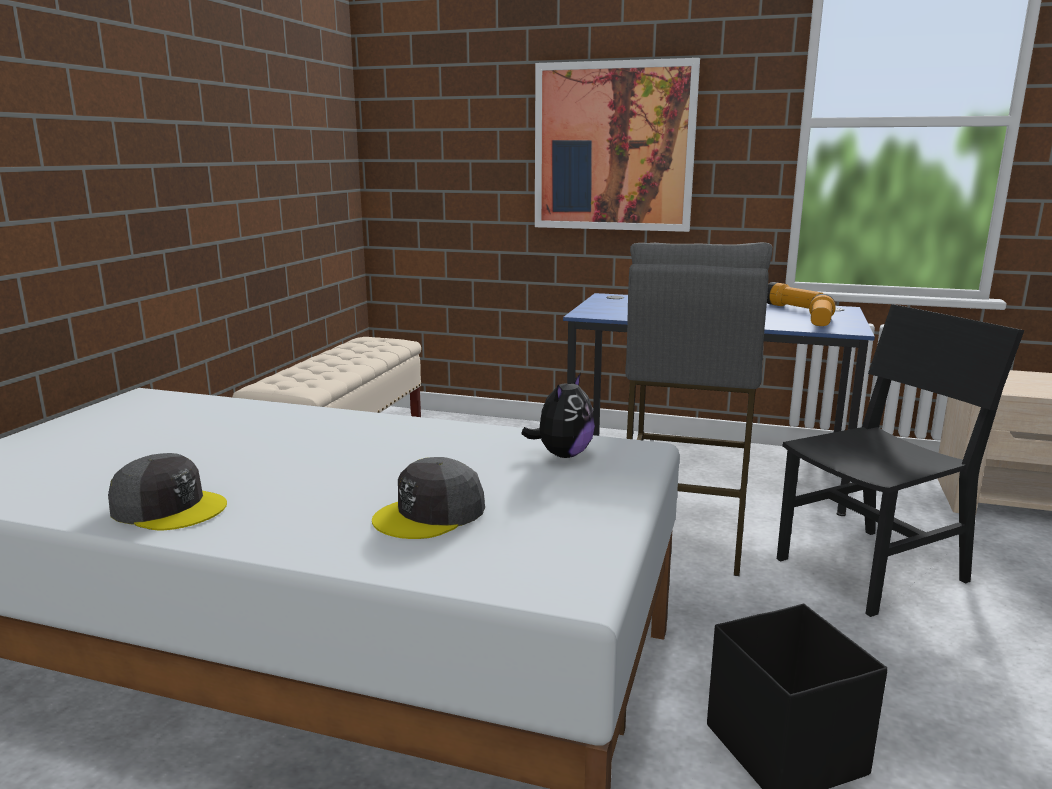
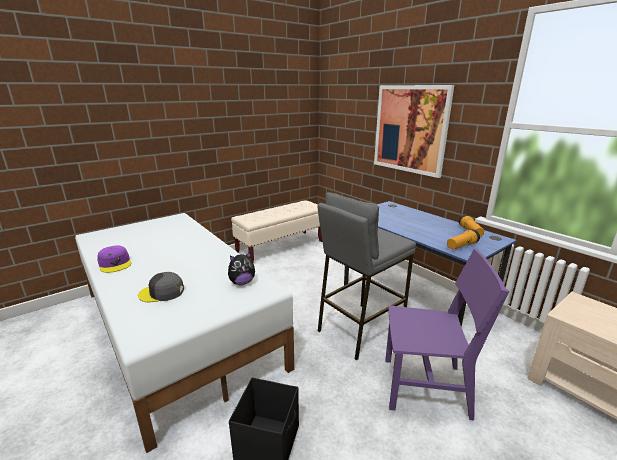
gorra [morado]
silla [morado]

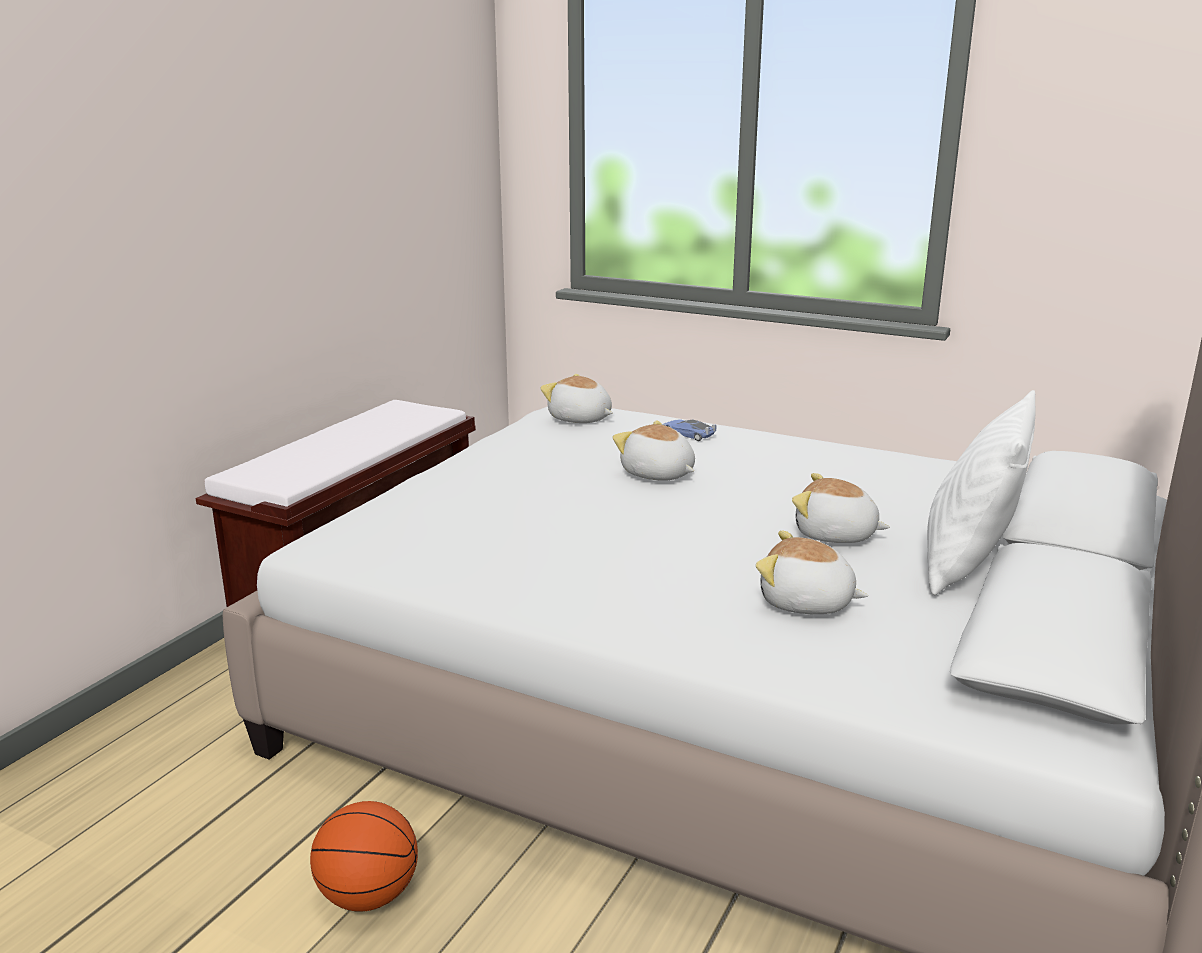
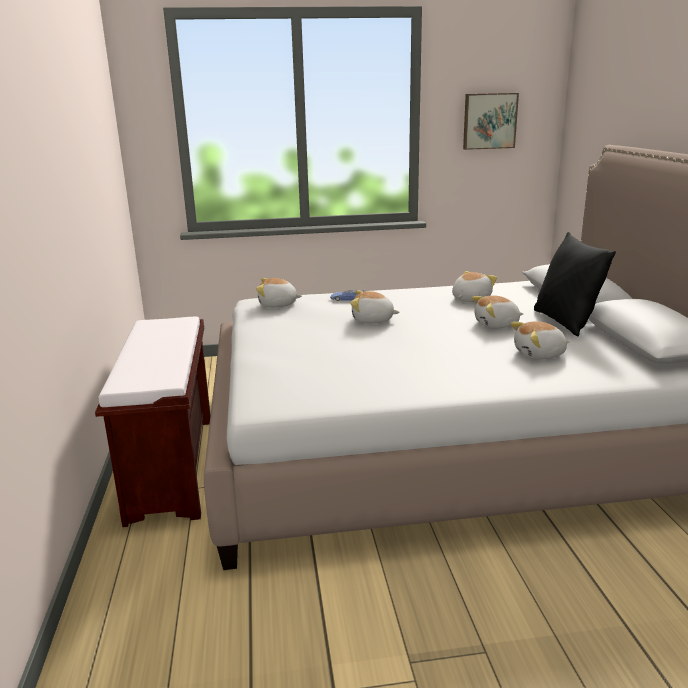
peluche (no. 3 from left)
cuadro
cojín [negro]
balón de baloncesto

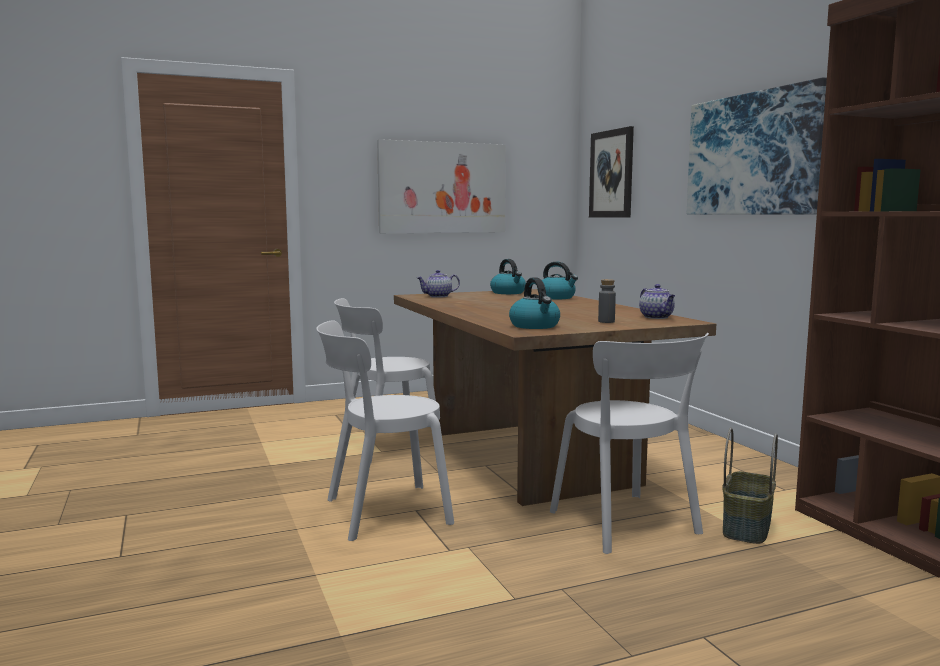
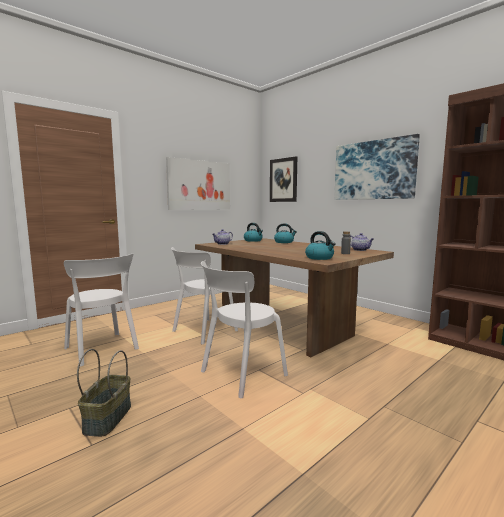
silla [blanco] (no. 1 from left)
cesta

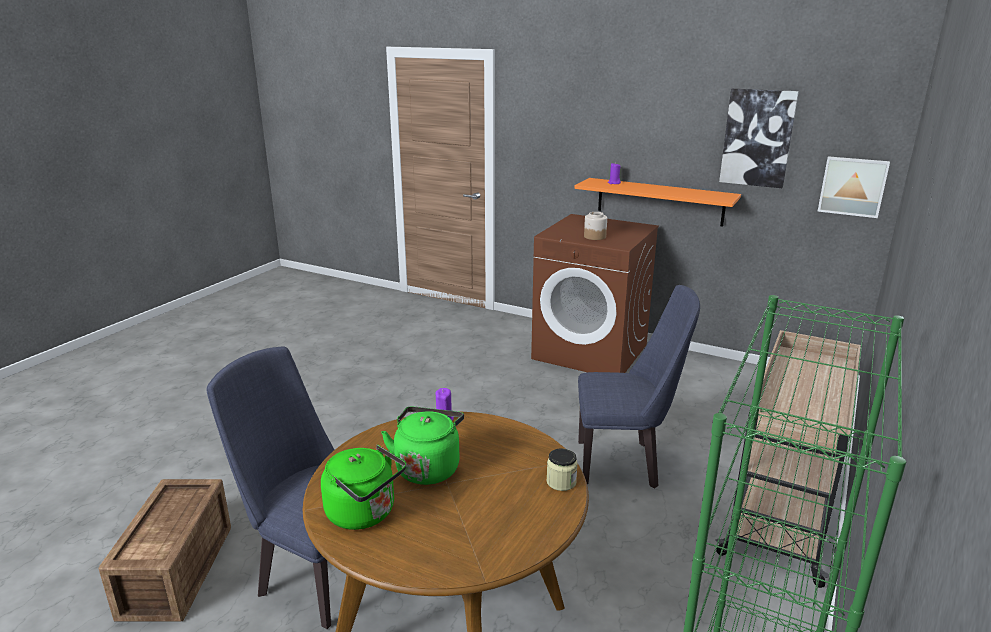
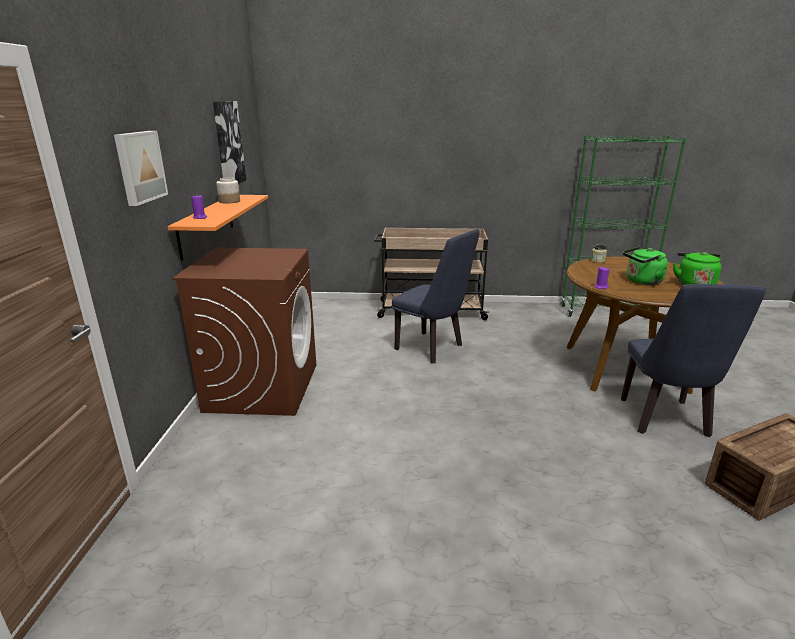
cuadro (no. 1 from left)
tarro (no. 1 from left)
silla [azul] (no. 1 from left)

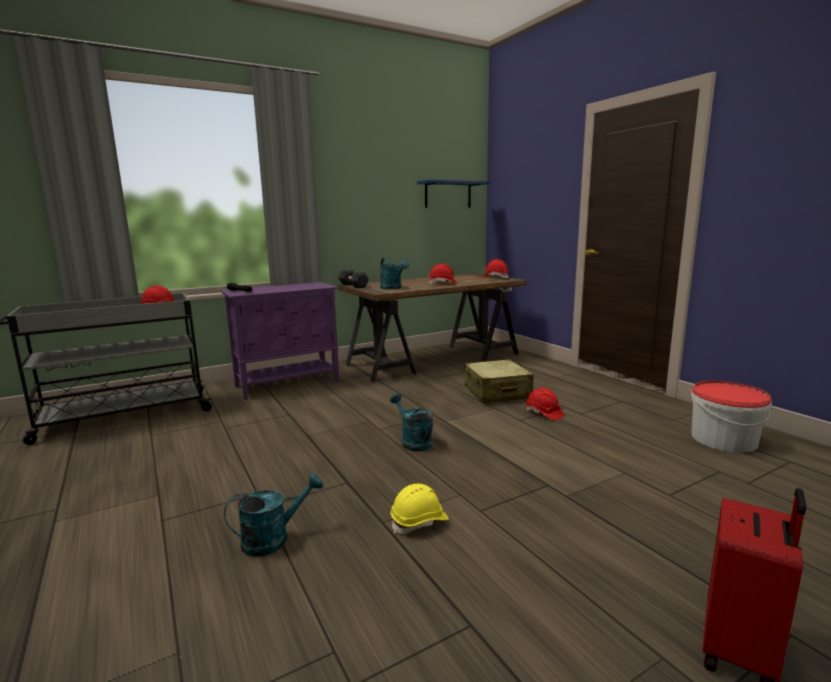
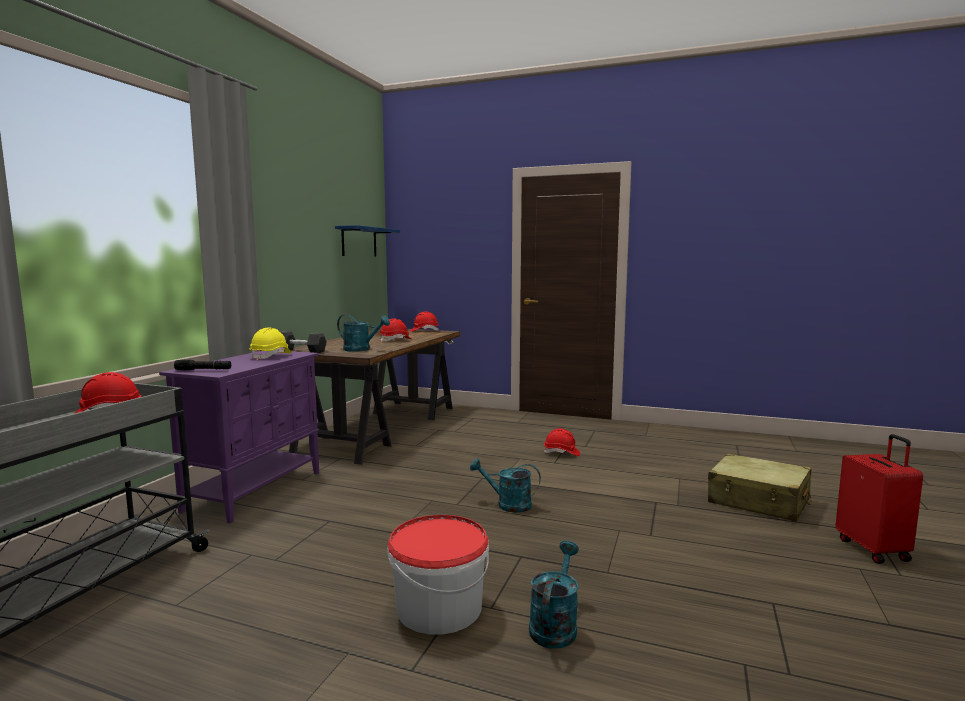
casco [amarillo]
cubo
maleta [beis]

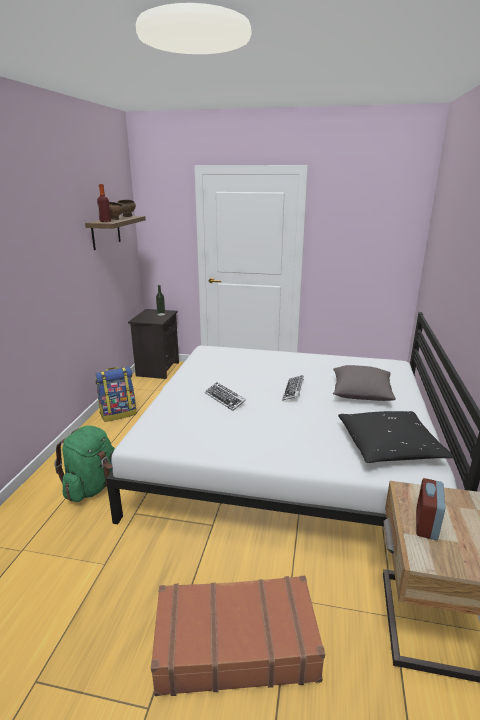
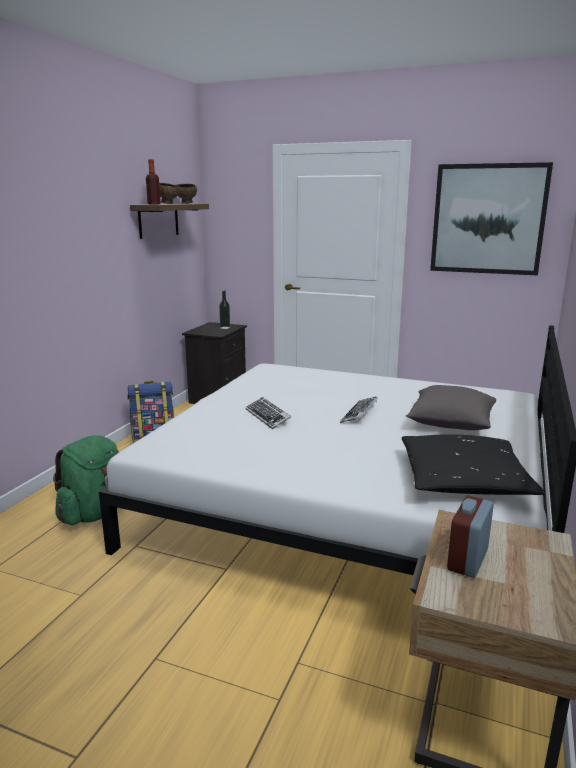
cuadro
maleta [marrón]

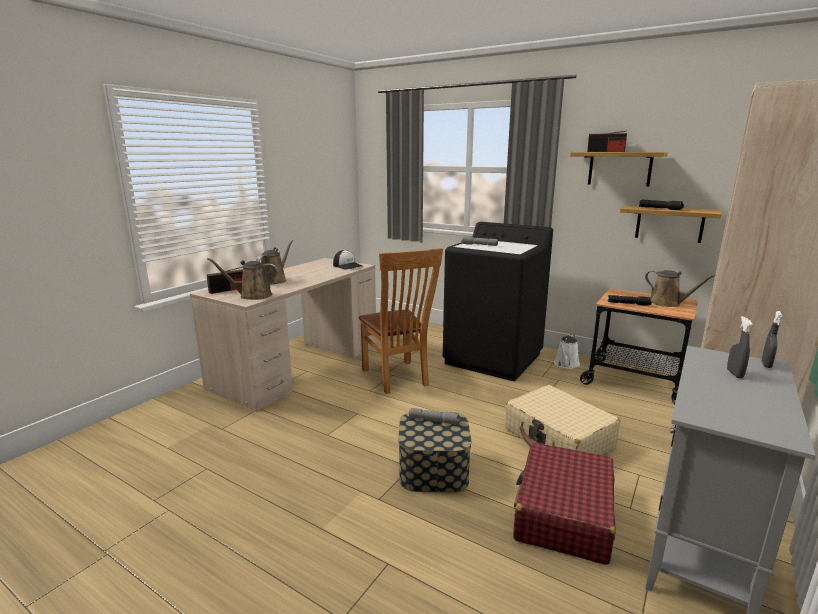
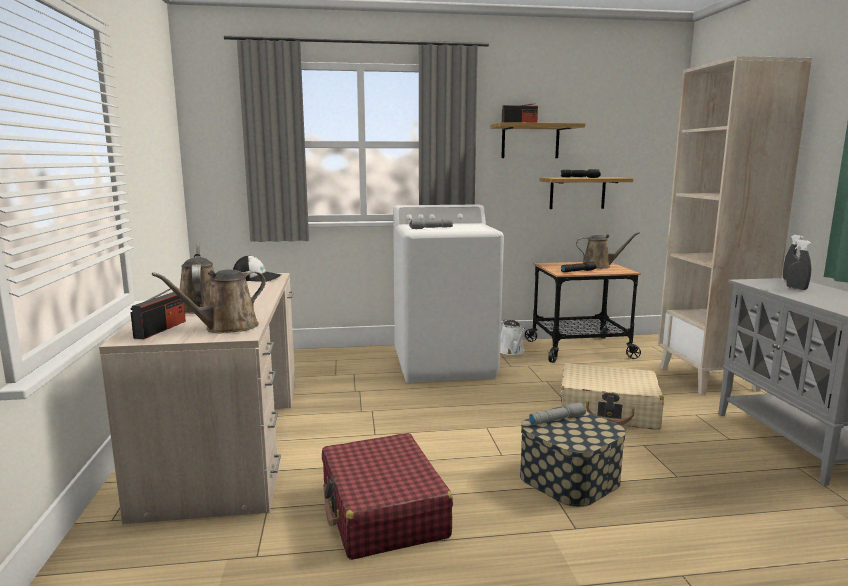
maleta [rojo]
lavadora [blanco]
silla [marrón]

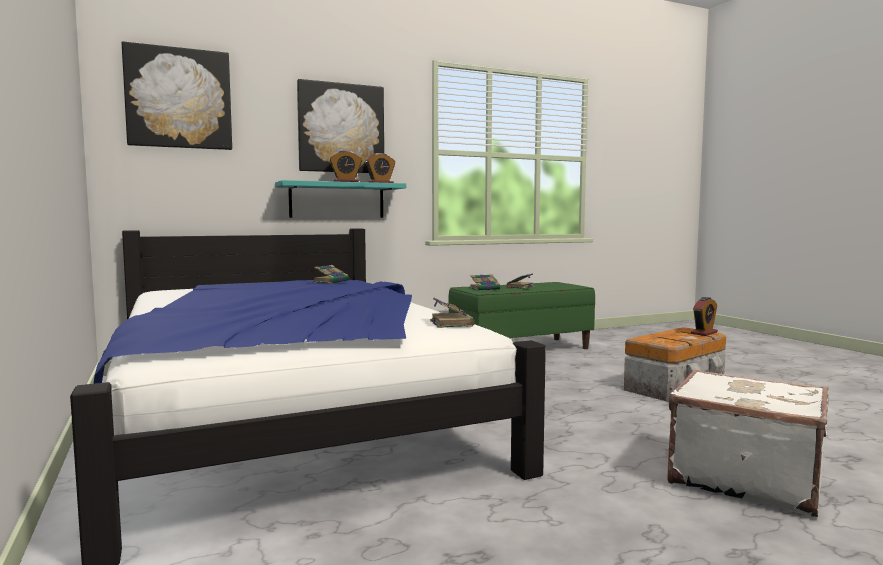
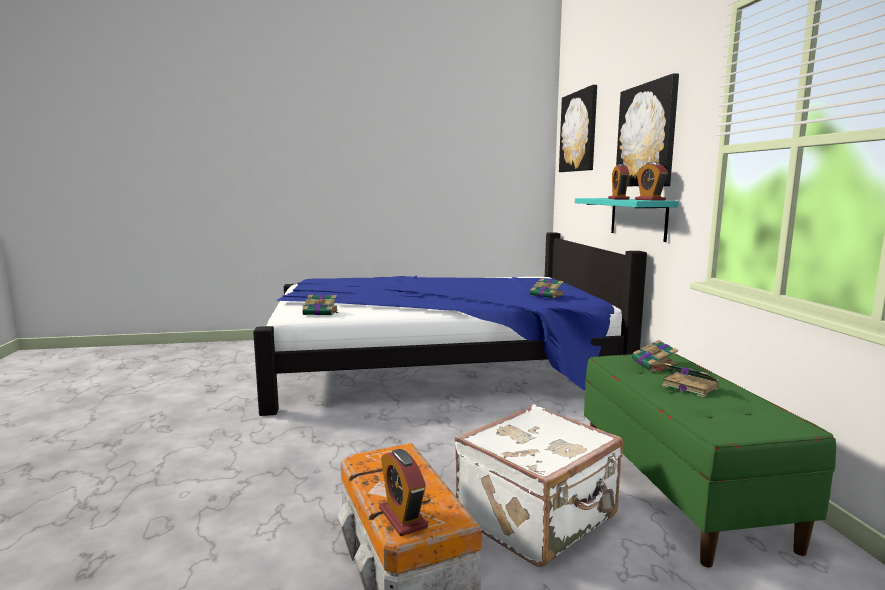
maleta [blanco]

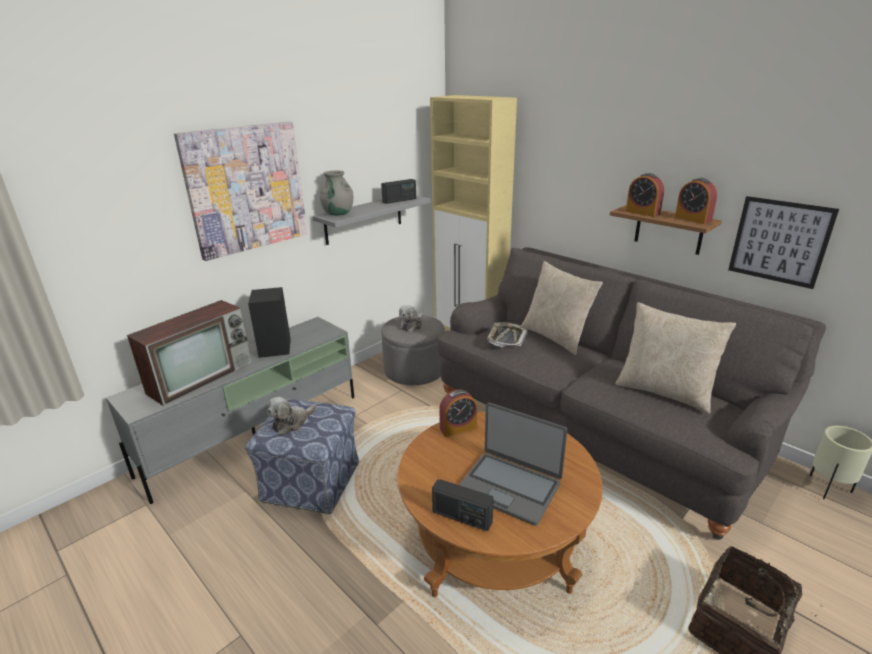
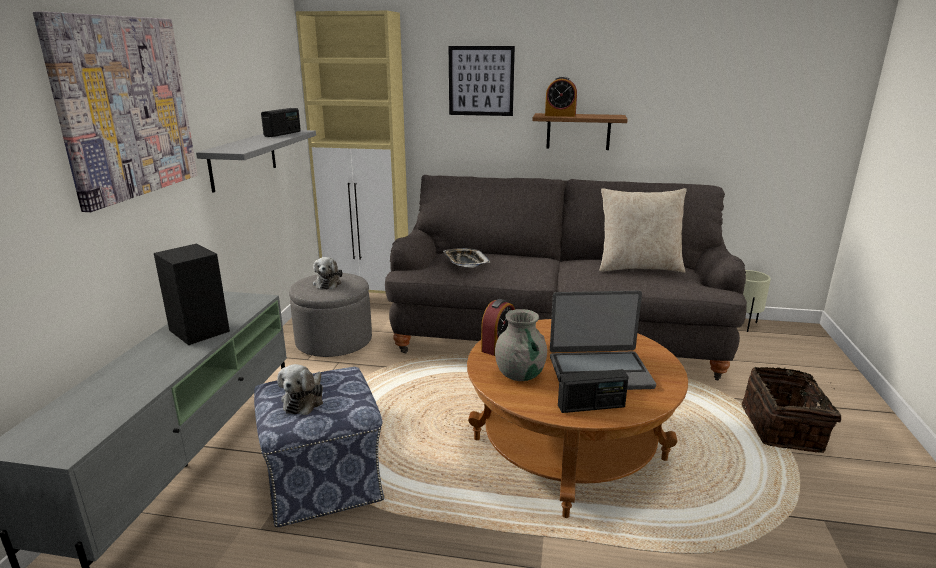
cuadro (no. 2 from left)
florero [gris]
televisor
cojín [beis] (no. 1 from left in the first image)
despertador (no. 3 from left in the first image)

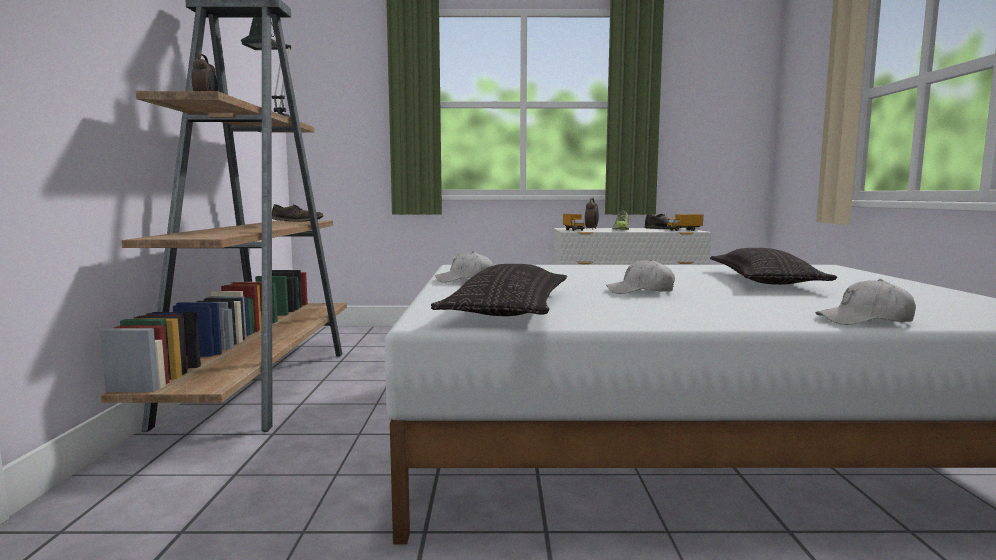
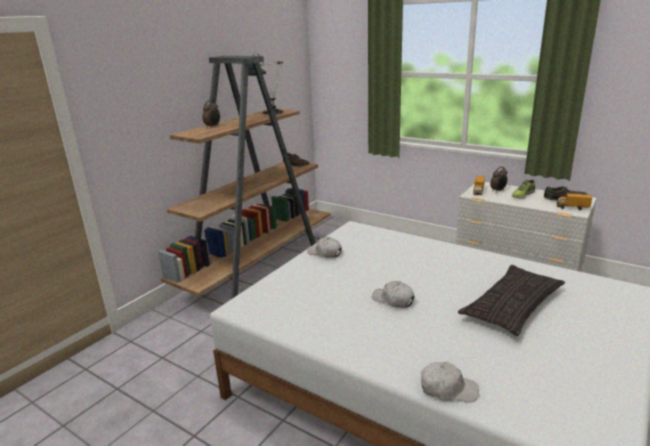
gorra [blanco] (no. 3 from left)
cojín (no. 1 from left in the first image)

